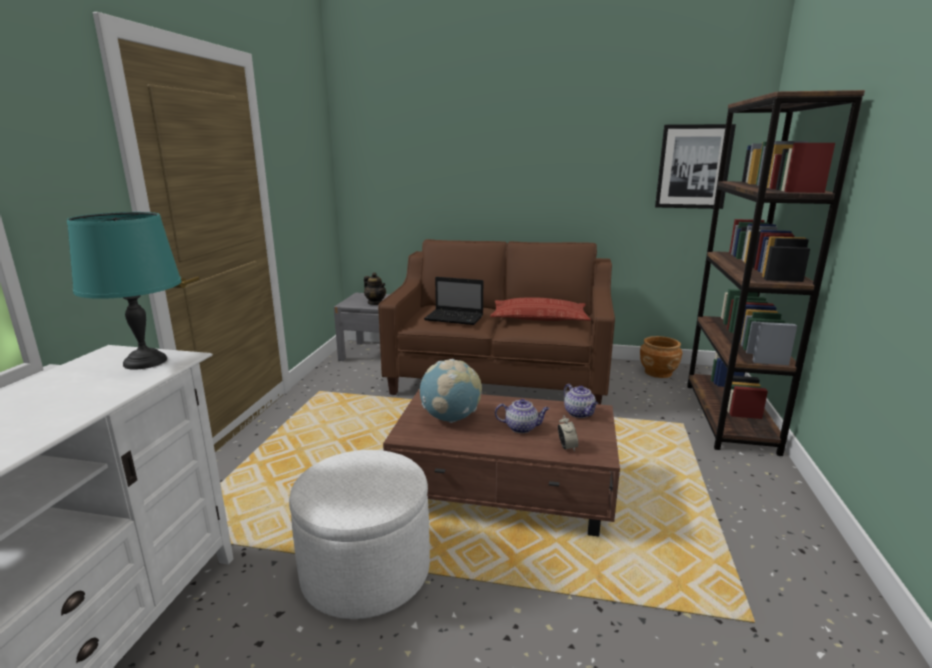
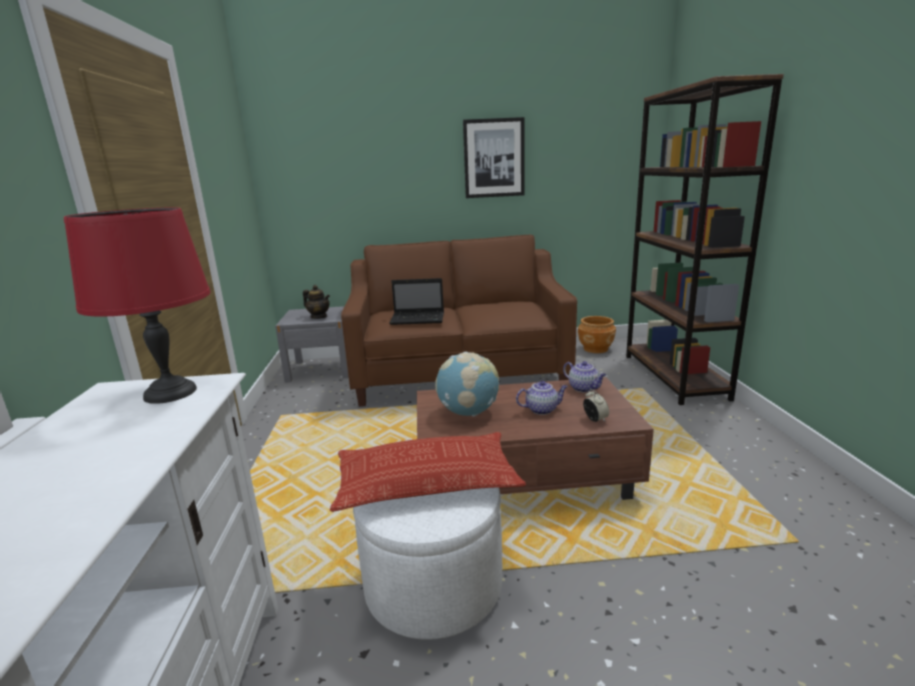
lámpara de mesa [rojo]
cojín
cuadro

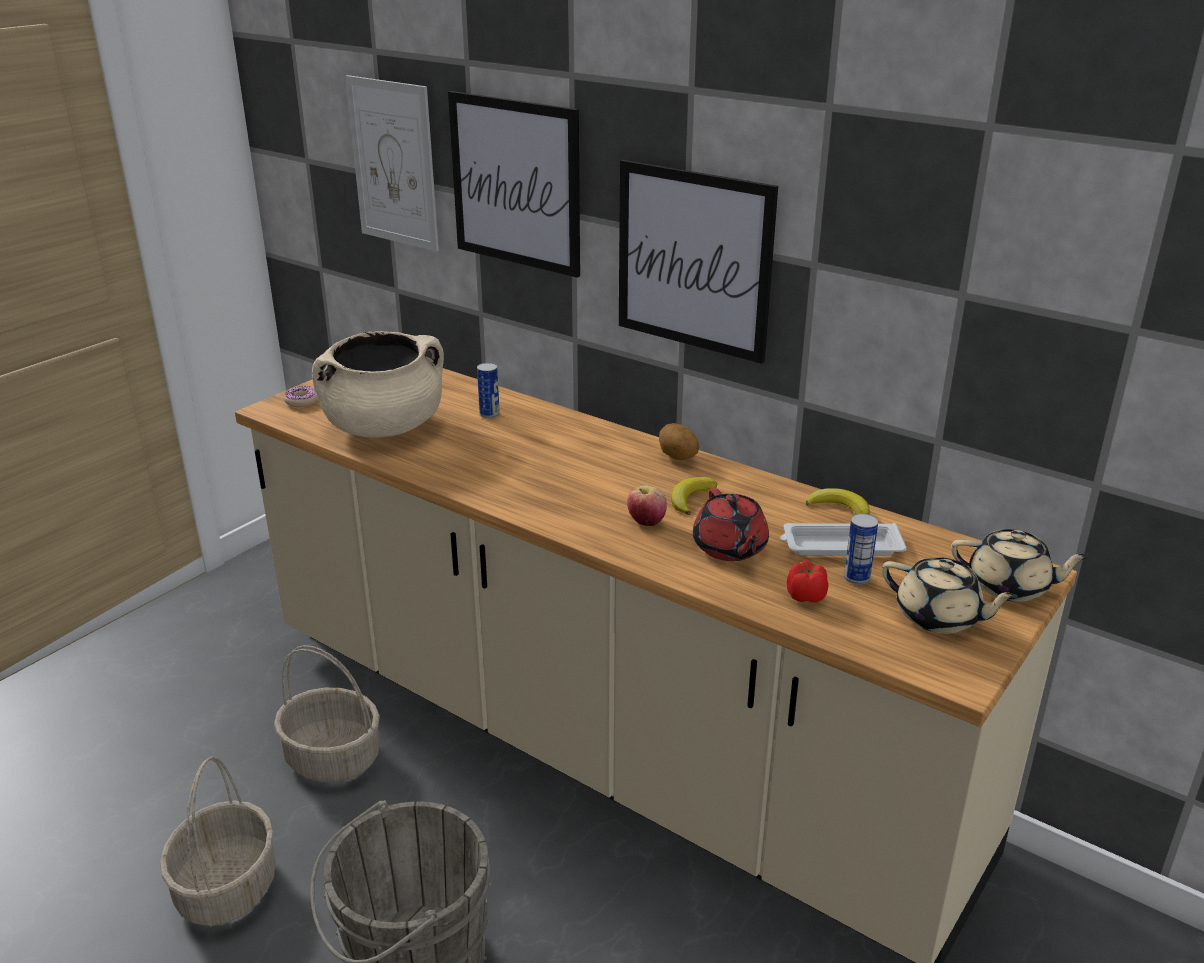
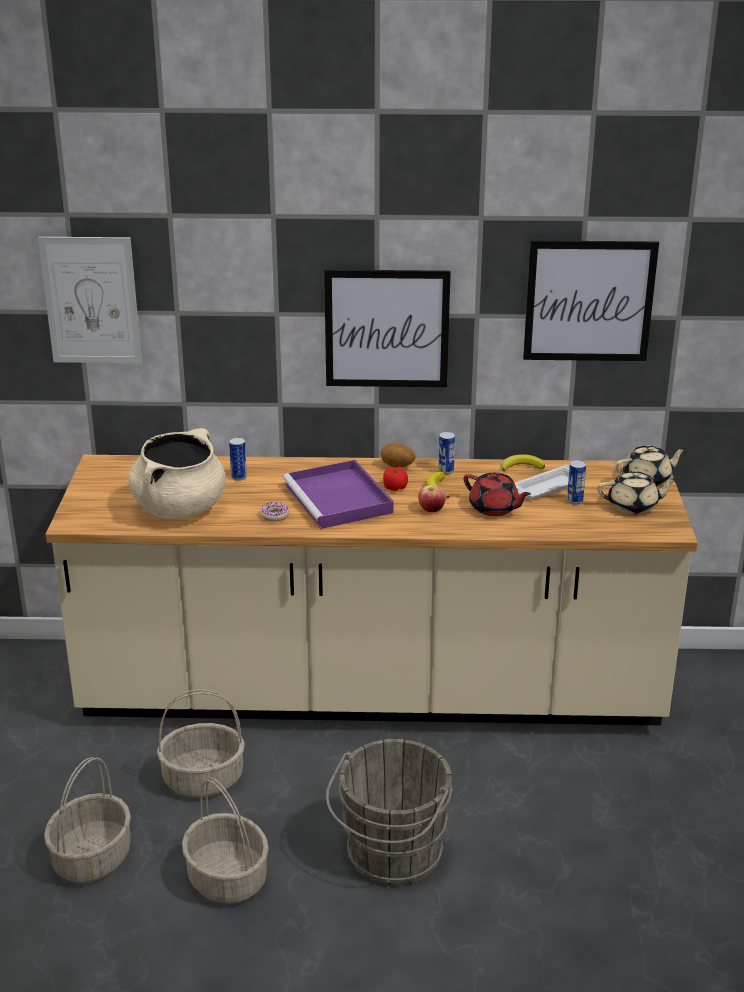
cesta (no. 1 from left)
rosquilla
bandeja [morado]
tomate
lata (no. 2 from left)
cuadro (no. 3 from left)

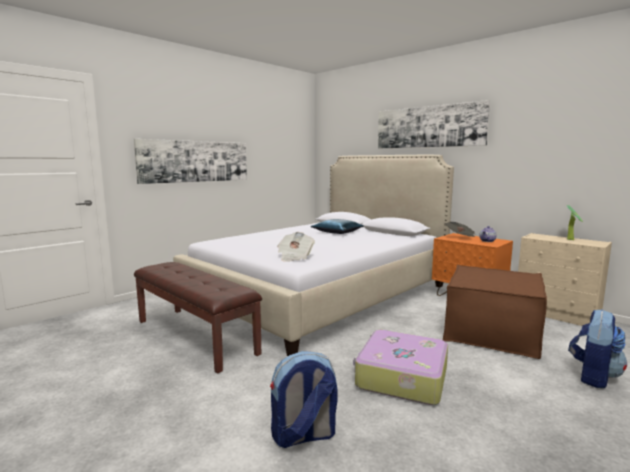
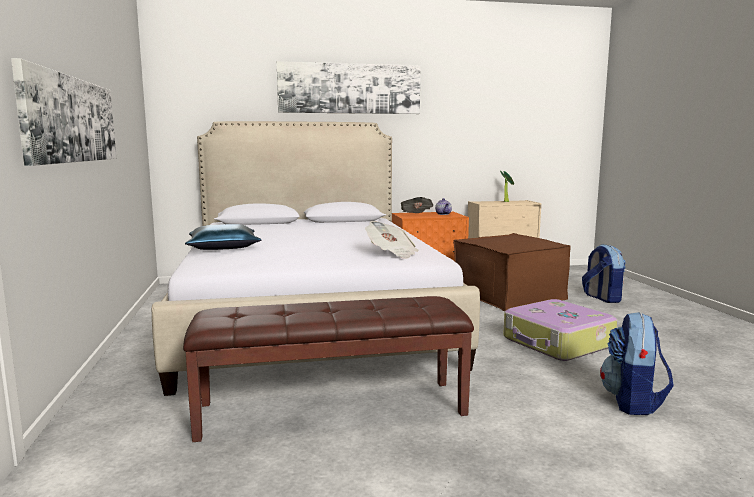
cojín [azul]

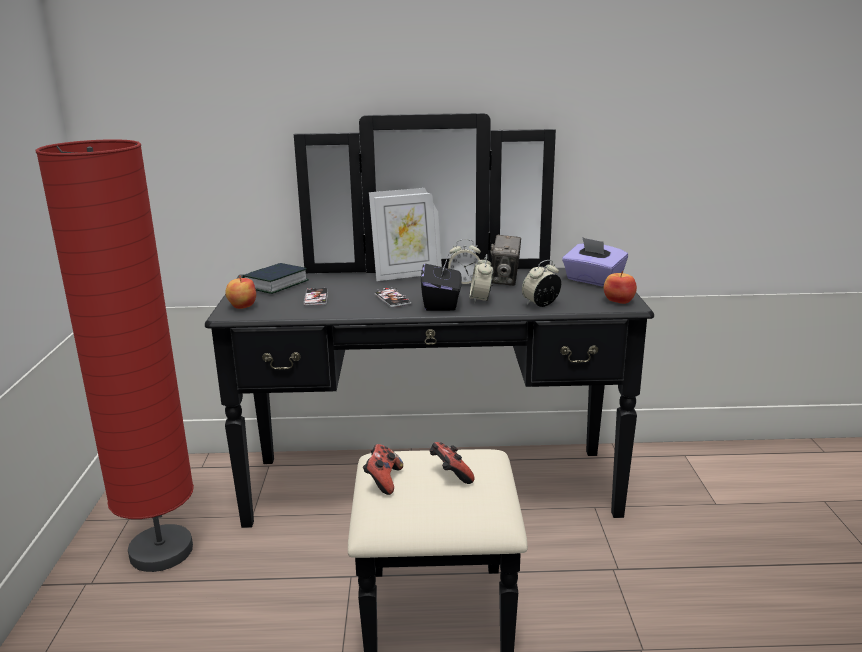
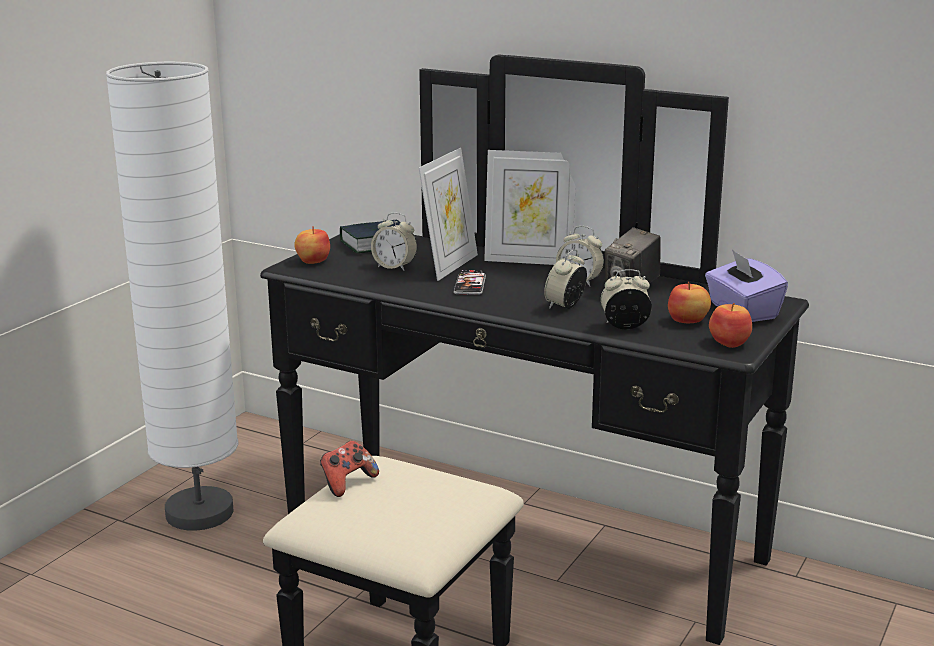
lámpara de pie [blanco]
despertador (no. 1 from left)
portarretratos (no. 1 from left)
manzana (no. 2 from left)
caja de pañuelos [negro]
mando de consola (no. 2 from left in the first image)

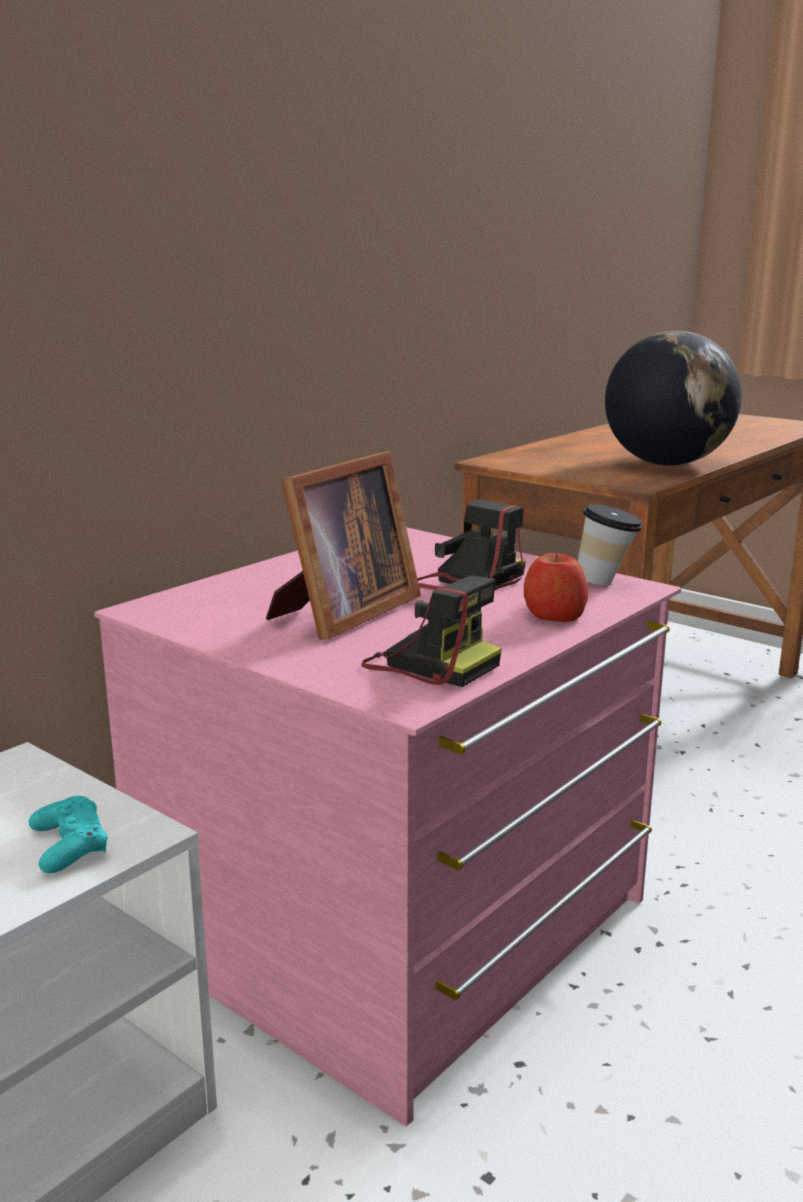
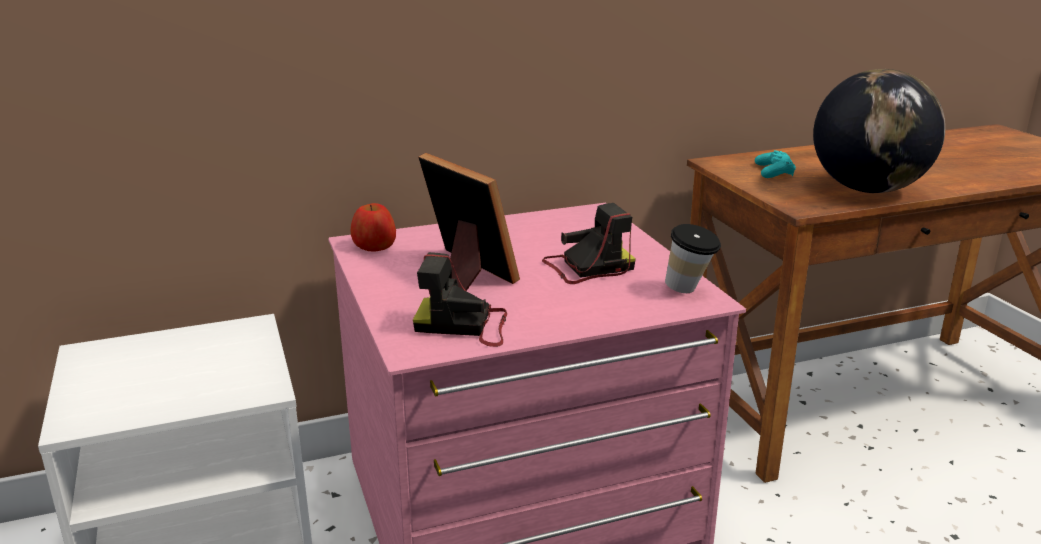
manzana
cámara (no. 1 from left)
portarretratos
mando de consola [turquesa]

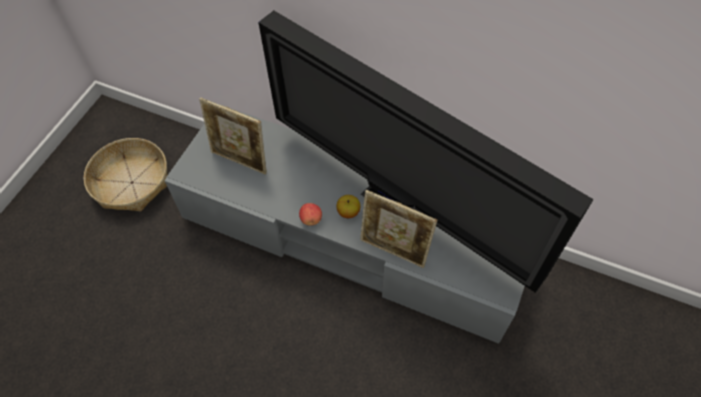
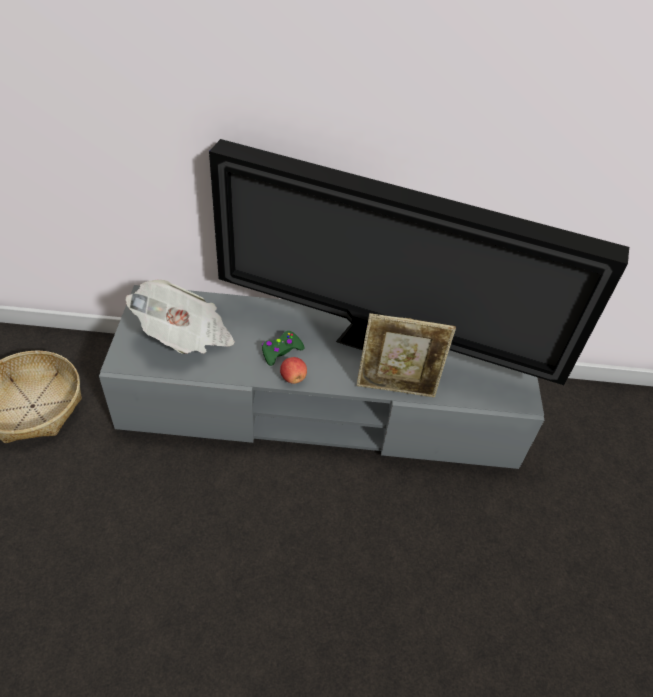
periódico
mando de consola [verde]
manzana (no. 2 from left in the first image)

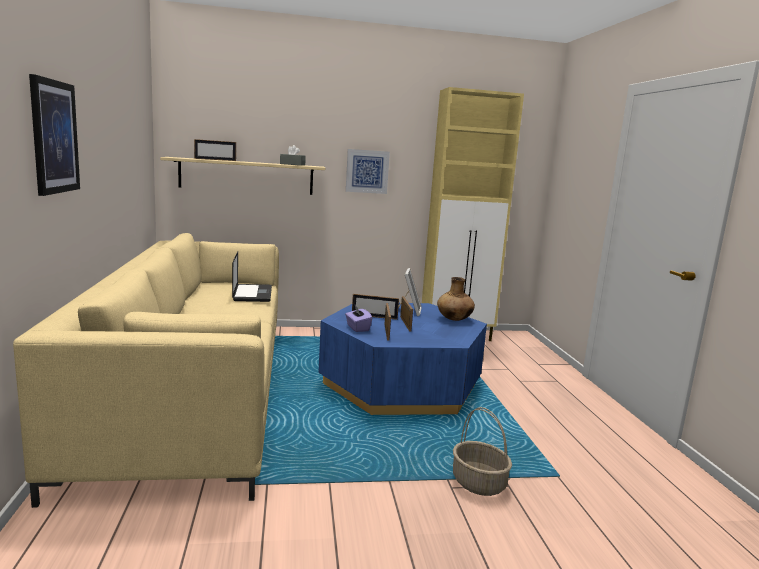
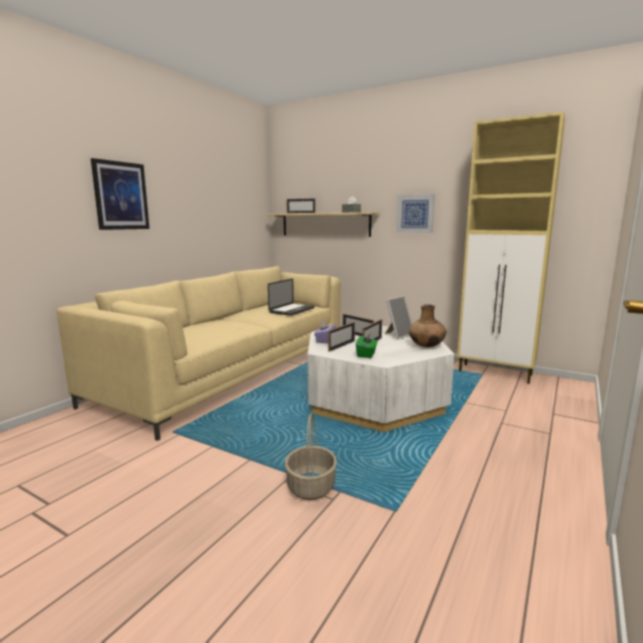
mesa de centro [blanco]
caja de pañuelos [verde]

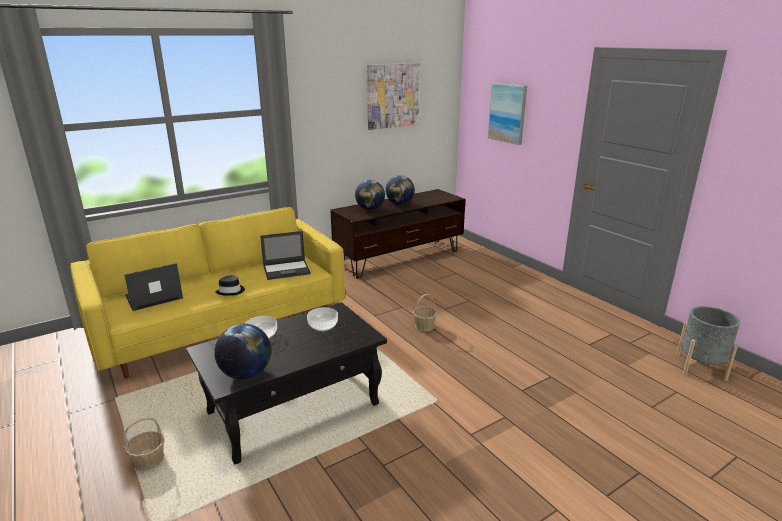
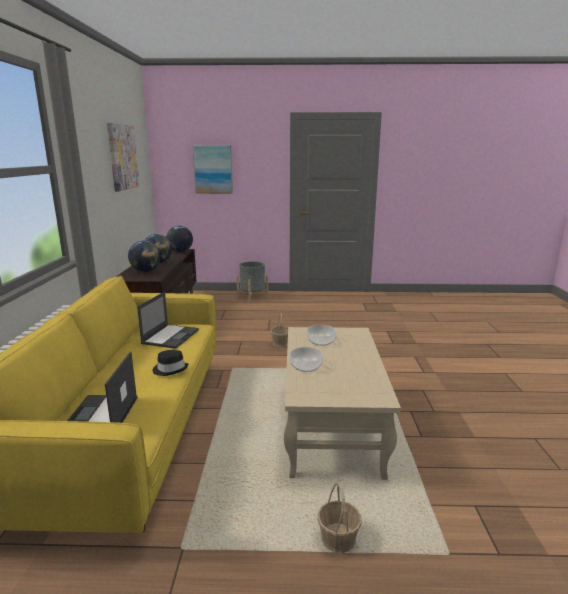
globo terráqueo (no. 3 from left)
maceta [gris]
mesa de centro [beis]

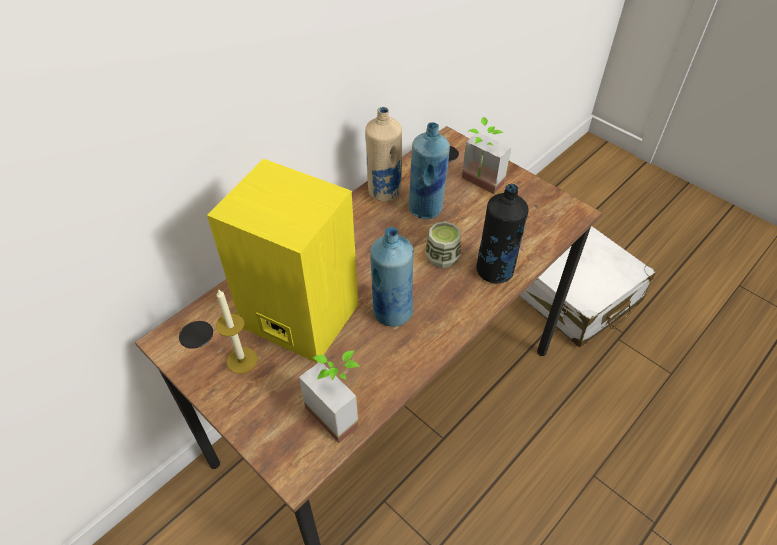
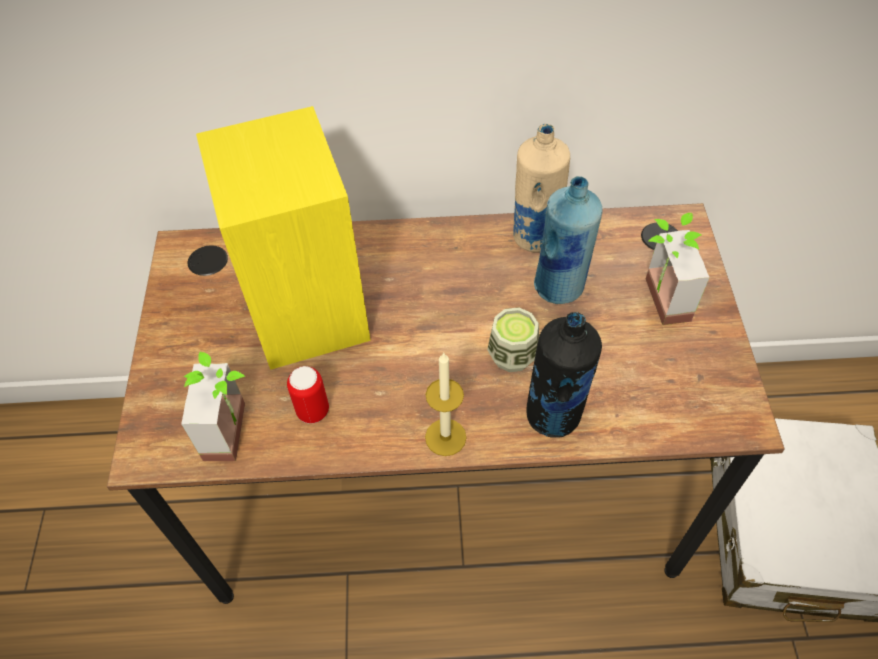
lata
vela
botella [azul] (no. 1 from left in the first image)

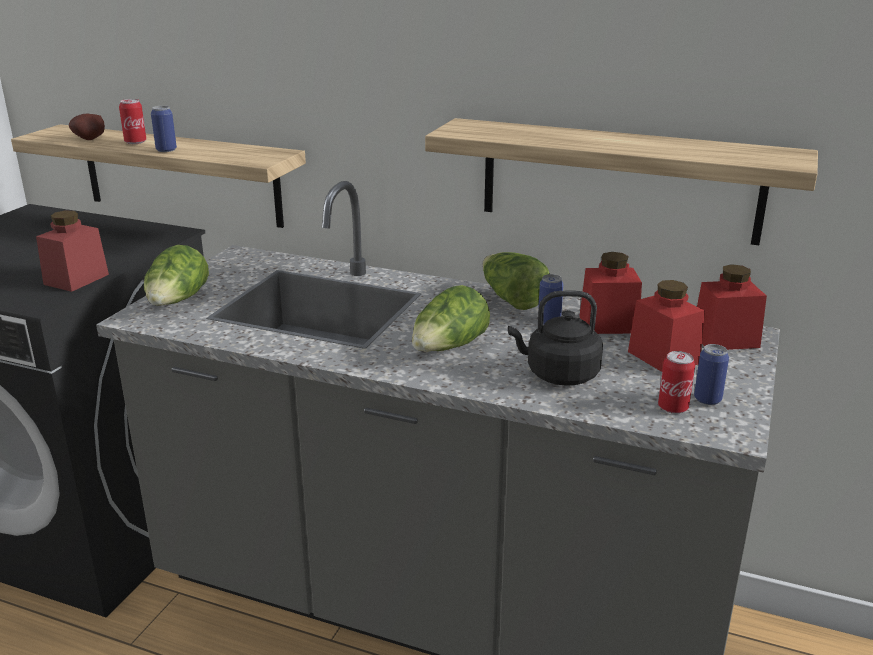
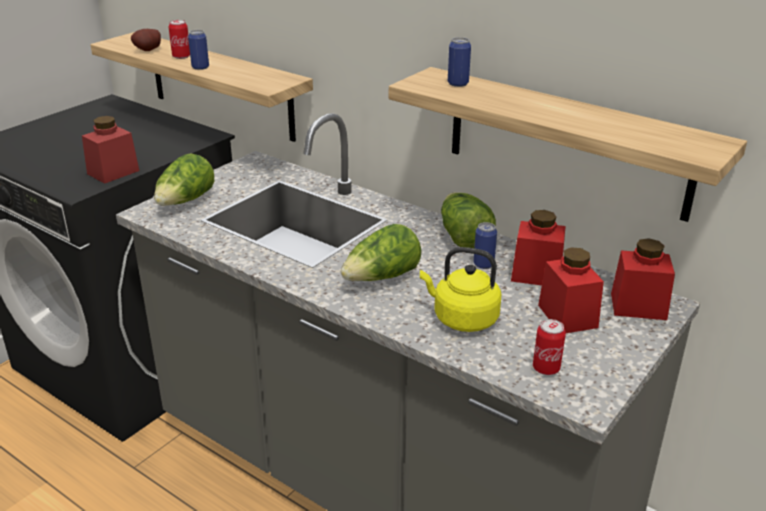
hervidor [amarillo]
lata (no. 3 from left)

